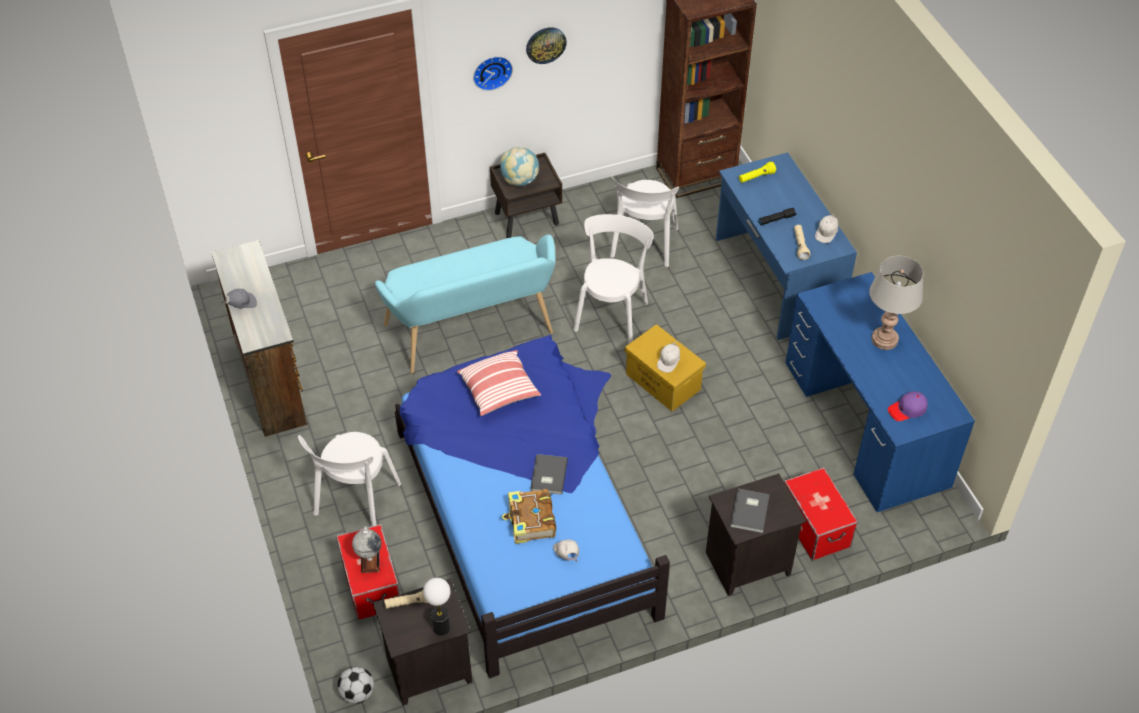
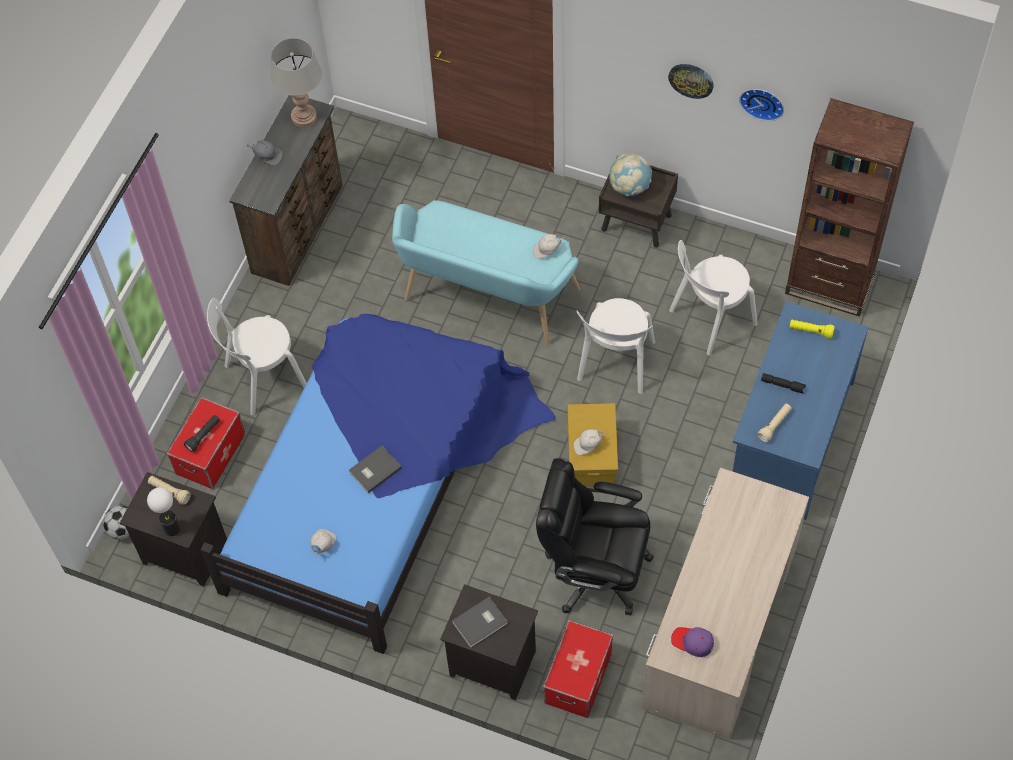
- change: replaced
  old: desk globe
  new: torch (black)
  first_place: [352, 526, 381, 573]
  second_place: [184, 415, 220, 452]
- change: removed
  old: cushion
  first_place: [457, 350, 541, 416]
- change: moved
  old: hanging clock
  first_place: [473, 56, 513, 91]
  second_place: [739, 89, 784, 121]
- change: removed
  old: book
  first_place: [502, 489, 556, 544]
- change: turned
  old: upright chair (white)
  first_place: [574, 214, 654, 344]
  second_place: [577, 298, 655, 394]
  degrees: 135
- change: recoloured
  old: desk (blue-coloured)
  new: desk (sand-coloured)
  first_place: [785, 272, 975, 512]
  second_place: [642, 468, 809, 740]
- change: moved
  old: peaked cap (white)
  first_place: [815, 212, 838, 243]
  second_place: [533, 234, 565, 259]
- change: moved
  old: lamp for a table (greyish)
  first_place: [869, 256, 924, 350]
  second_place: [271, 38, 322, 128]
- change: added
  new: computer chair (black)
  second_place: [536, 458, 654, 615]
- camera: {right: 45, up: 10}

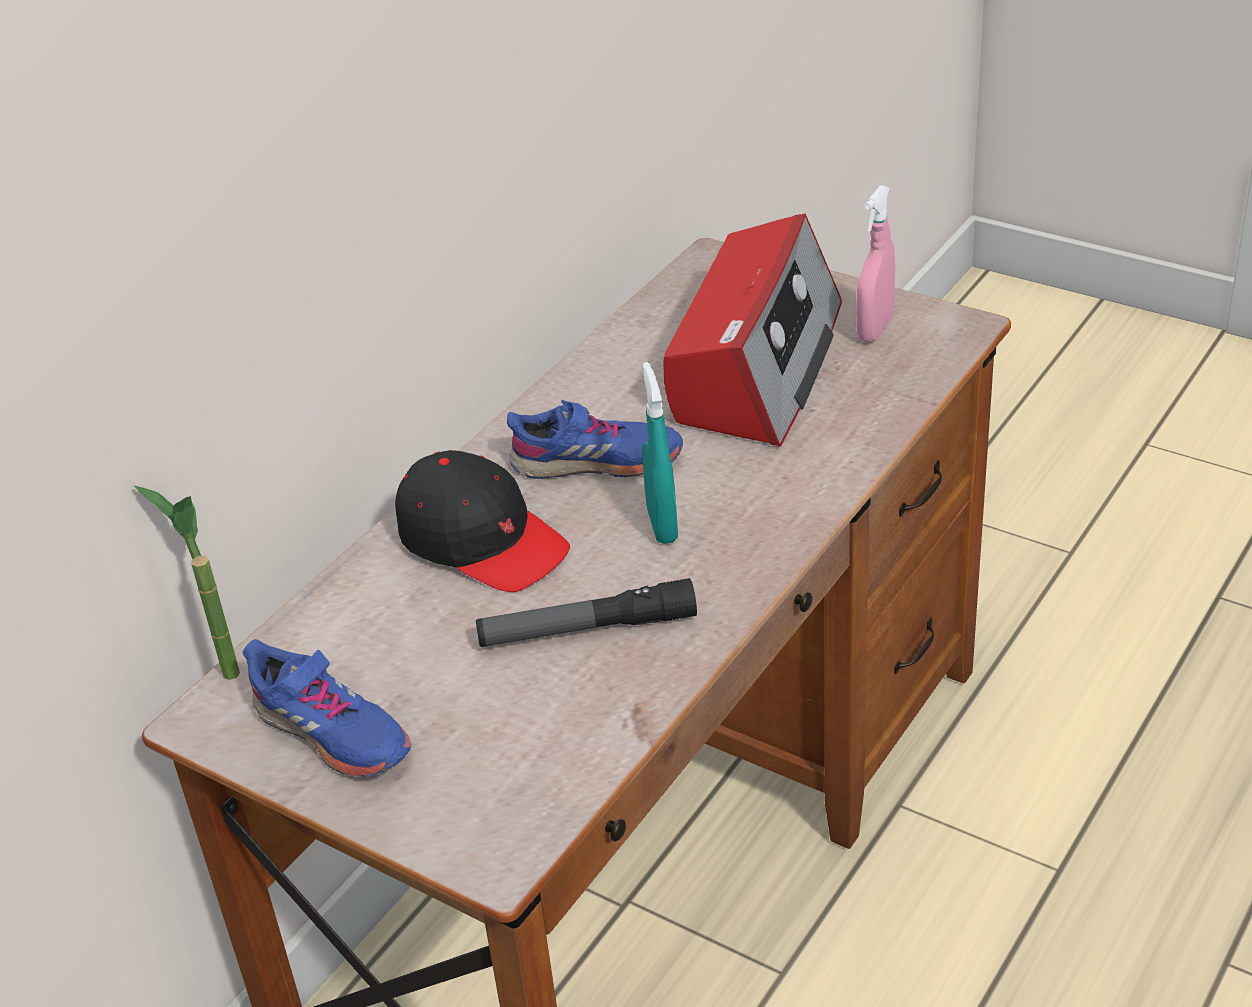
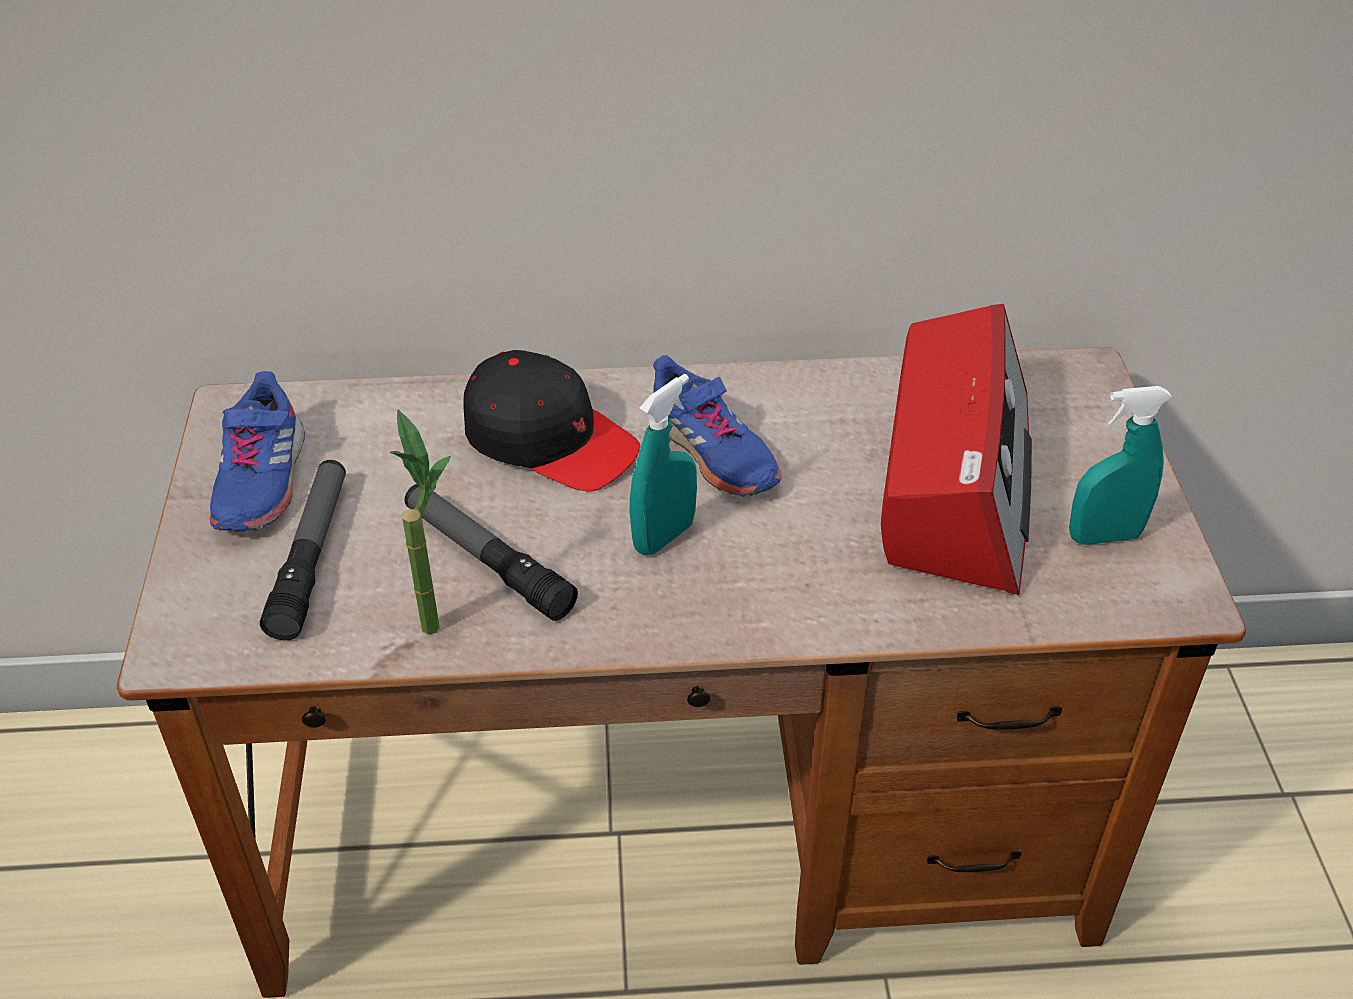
- change: moved
  old: plant in a pot
  first_place: [134, 486, 240, 680]
  second_place: [390, 410, 451, 635]
- change: turned
  old: peaked cap (black)
  first_place: [395, 450, 570, 592]
  second_place: [463, 350, 640, 492]
  degrees: -60
- change: turned
  old: radio set
  first_place: [663, 214, 842, 447]
  second_place: [881, 304, 1032, 595]
  degrees: -60
- change: recoloured
  old: sprayer (pink)
  new: sprayer (turquoise-coloured)
  first_place: [856, 185, 895, 342]
  second_place: [1069, 386, 1172, 545]
- change: added
  new: torch
  second_place: [260, 460, 346, 640]
- camera: {right: 50, up: 5}

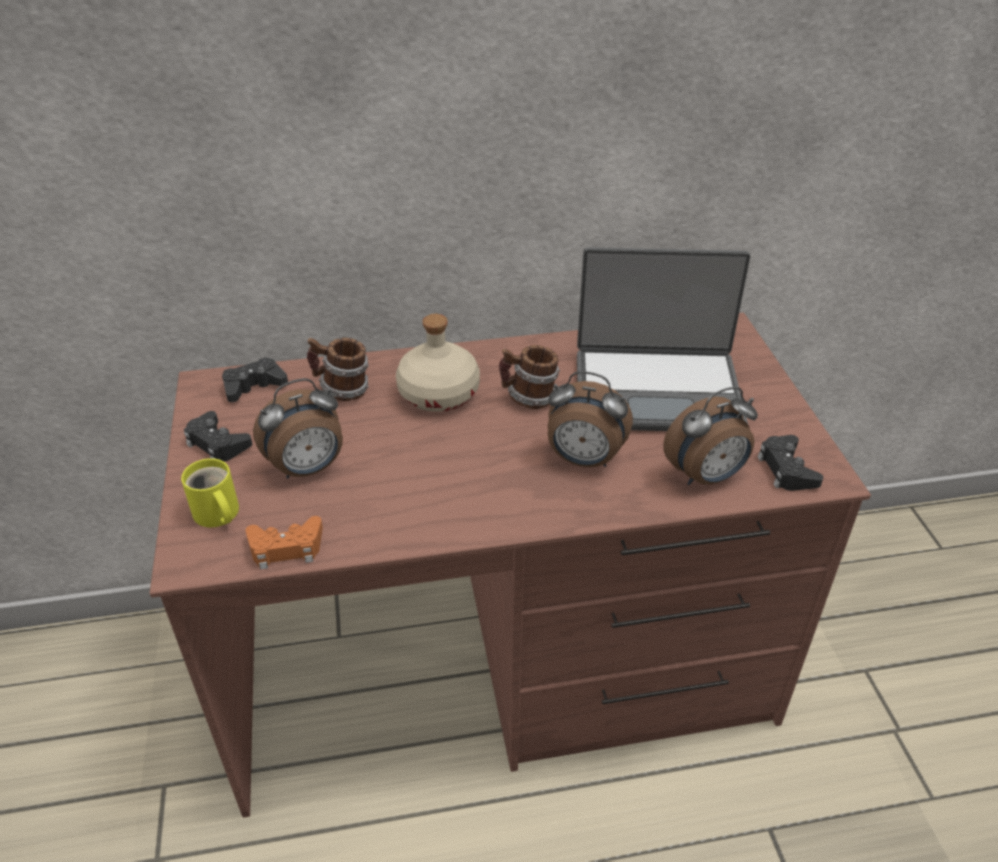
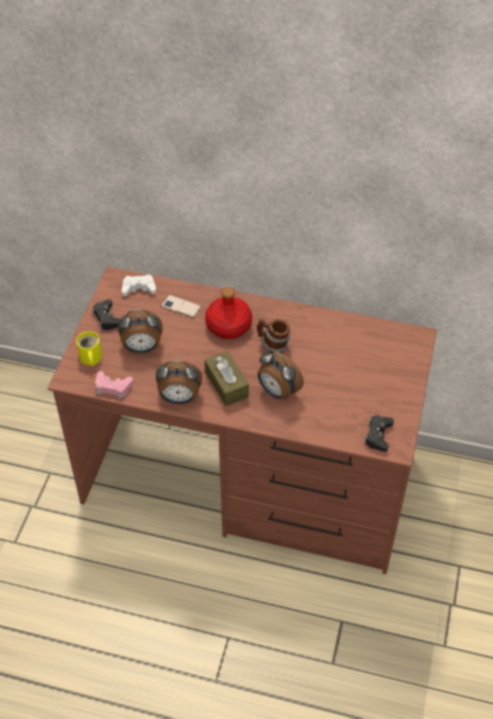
- change: recoloured
  old: gamepad (black)
  new: gamepad (white)
  first_place: [222, 357, 288, 402]
  second_place: [122, 275, 156, 296]
- change: recoloured
  old: gamepad (orangey)
  new: gamepad (pink)
  first_place: [245, 516, 323, 570]
  second_place: [95, 371, 133, 399]
- change: replaced
  old: coffee mug
  new: phone
  first_place: [307, 338, 369, 401]
  second_place: [161, 295, 201, 318]
- change: recoloured
  old: drink bottle (sand-coloured)
  new: drink bottle (red-coloured)
  first_place: [396, 314, 480, 412]
  second_place: [205, 287, 252, 339]
- change: removed
  old: portable computer
  first_place: [577, 247, 750, 431]
- change: moved
  old: bedside clock
  first_place: [663, 387, 758, 485]
  second_place: [156, 360, 202, 404]
- change: added
  new: tissue box (brown)
  second_place: [205, 351, 249, 406]
- camera: {right: 25, up: 10}

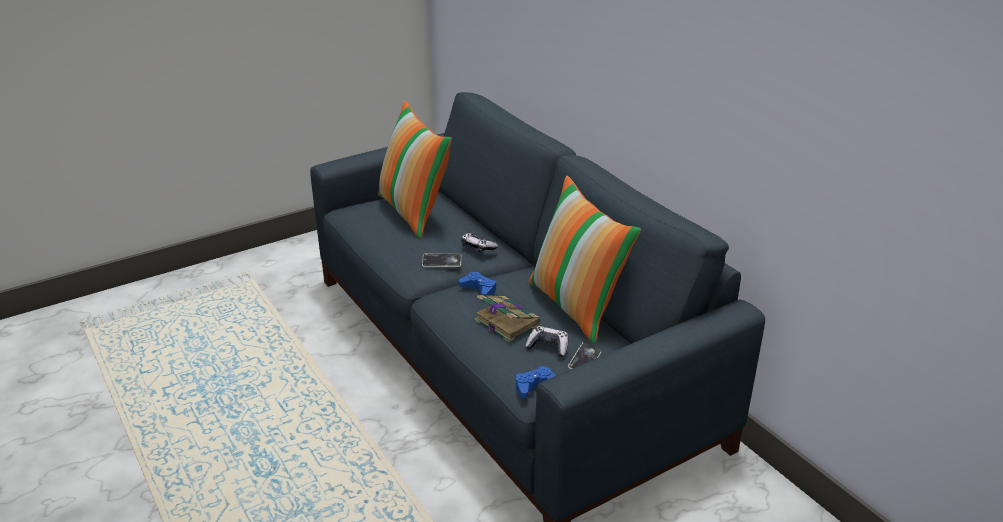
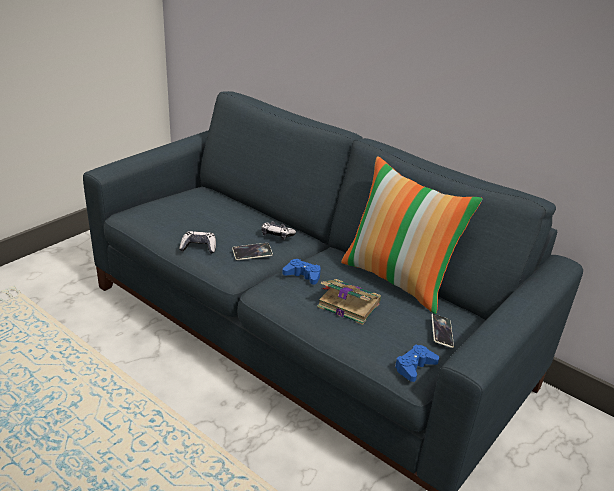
- change: removed
  old: cushion
  first_place: [378, 101, 452, 239]
- change: moved
  old: gamepad
  first_place: [525, 326, 568, 357]
  second_place: [179, 231, 216, 254]
- camera: {right: -20, up: 0}

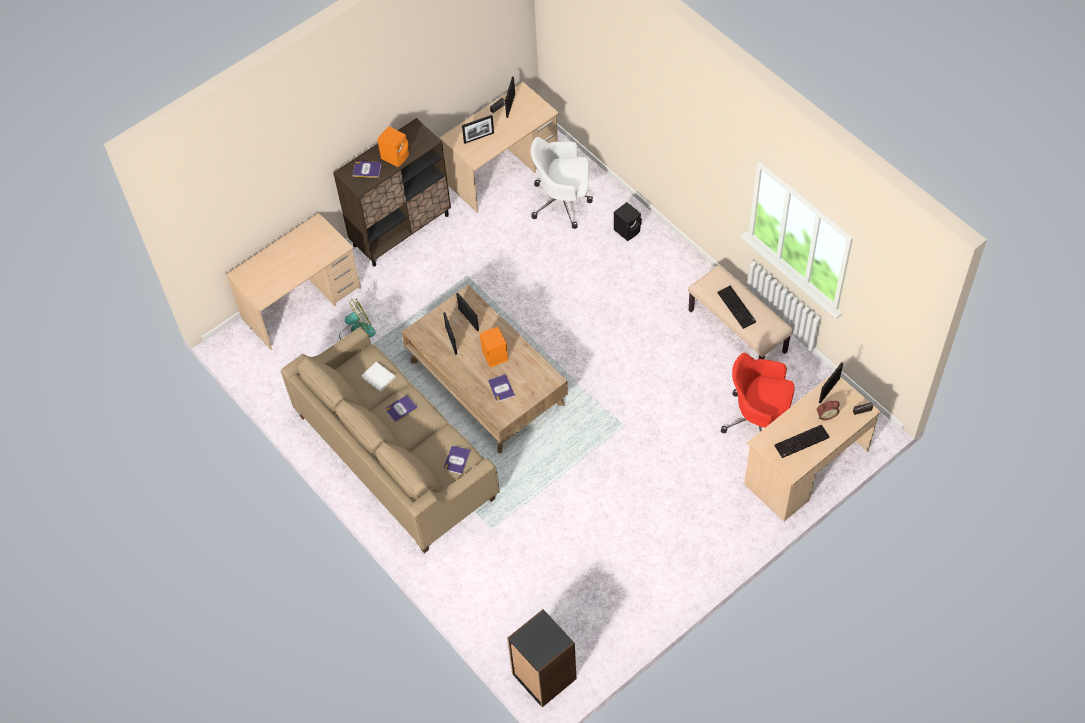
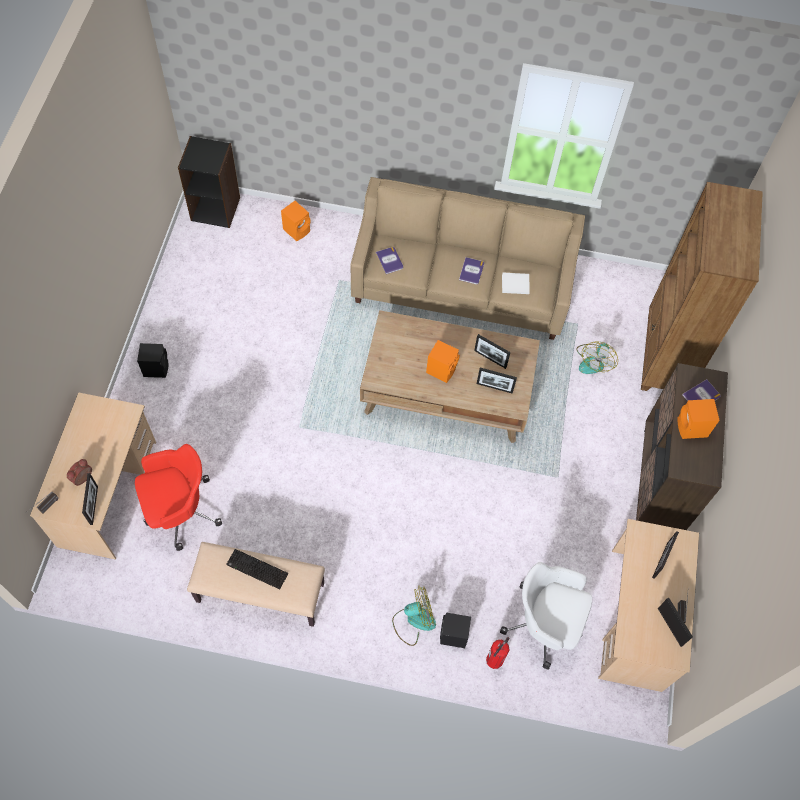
- change: replaced
  old: desk (sand-coloured)
  new: bookshelf (brown)
  first_place: [226, 213, 361, 350]
  second_place: [641, 182, 763, 391]
- change: removed
  old: book
  first_place: [488, 374, 515, 402]
- change: turned
  old: computer chair (white)
  first_place: [530, 137, 593, 229]
  second_place: [500, 562, 592, 670]
  degrees: -120
- change: removed
  old: keyboard
  first_place: [774, 425, 830, 458]
- change: added
  new: speaker (black)
  second_place: [137, 343, 168, 378]
- change: added
  new: speaker (orangey)
  second_place: [281, 201, 311, 241]
- change: added
  new: cooling fan
  second_place: [392, 586, 436, 646]
- change: added
  new: fire extinguisher
  second_place: [486, 637, 509, 669]
- camera: {right: 135, up: 5}

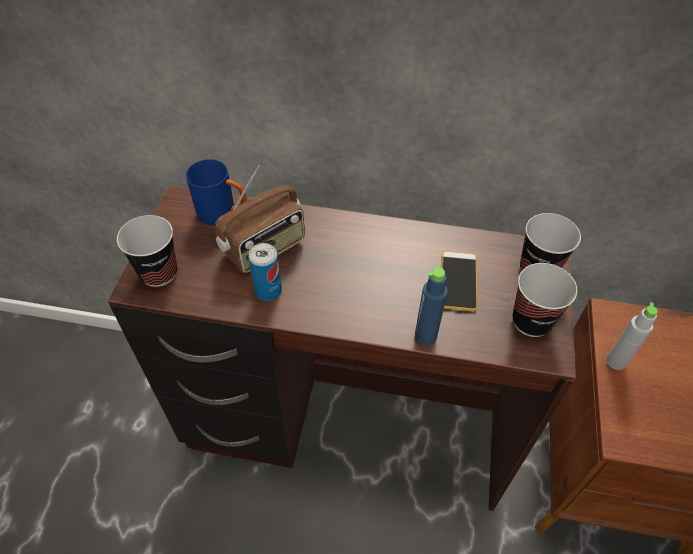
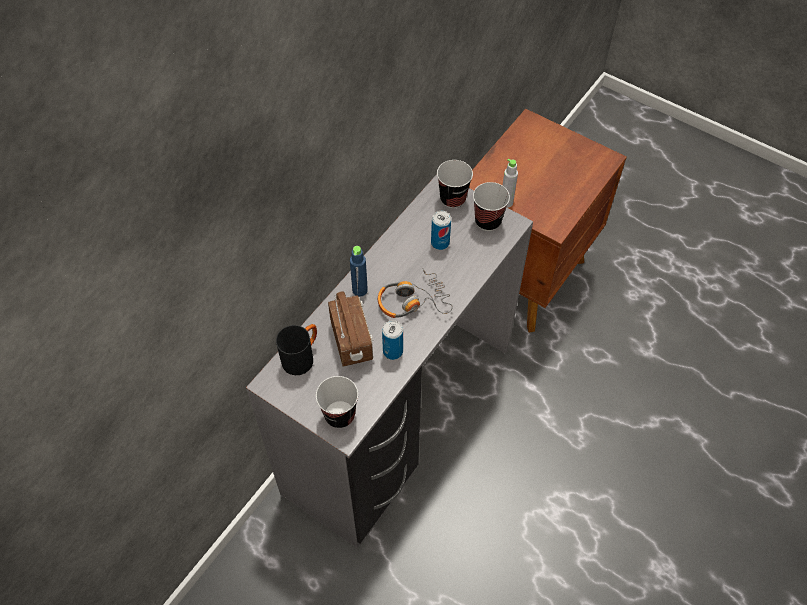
- change: recoloured
  old: desk (brown)
  new: desk (greyish)
  first_place: [108, 186, 576, 511]
  second_place: [246, 174, 533, 548]
- change: recoloured
  old: coffee mug (blue-coloured)
  new: coffee mug (black)
  first_place: [186, 159, 247, 226]
  second_place: [276, 324, 317, 375]
- change: moved
  old: drink bottle (blue-coloured)
  first_place: [415, 268, 448, 345]
  second_place: [350, 246, 368, 297]
- change: replaced
  old: phone
  new: metal can
  first_place: [441, 251, 478, 311]
  second_place: [431, 211, 451, 250]
- change: added
  new: headset
  second_place: [378, 269, 453, 318]
- camera: {right: -65, up: 5}

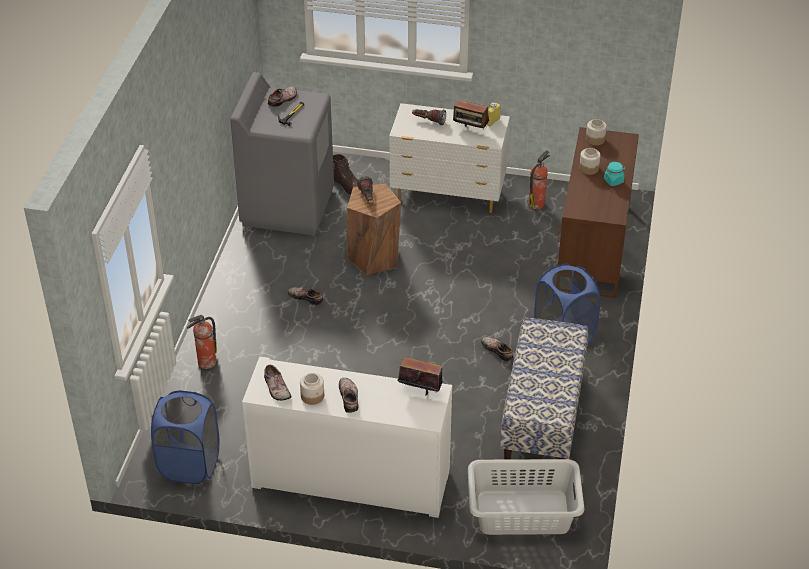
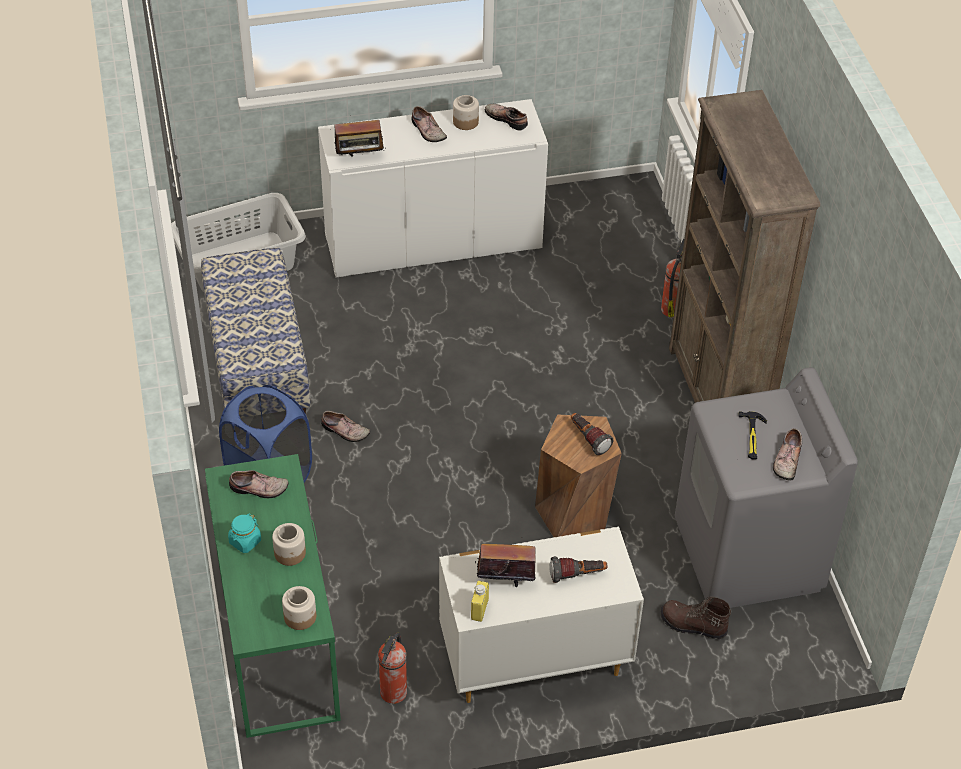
- change: removed
  old: washing basket (blue-coloured)
  first_place: [151, 390, 219, 484]
- change: moved
  old: item of footwear
  first_place: [288, 287, 323, 305]
  second_place: [229, 470, 289, 498]
- change: recoloured
  old: desk (brown)
  new: desk (green-coloured)
  first_place: [557, 127, 639, 298]
  second_place: [205, 454, 341, 738]
- change: added
  new: bookshelf (brown)
  second_place: [669, 90, 820, 403]
- camera: {right: 155, up: 5}

